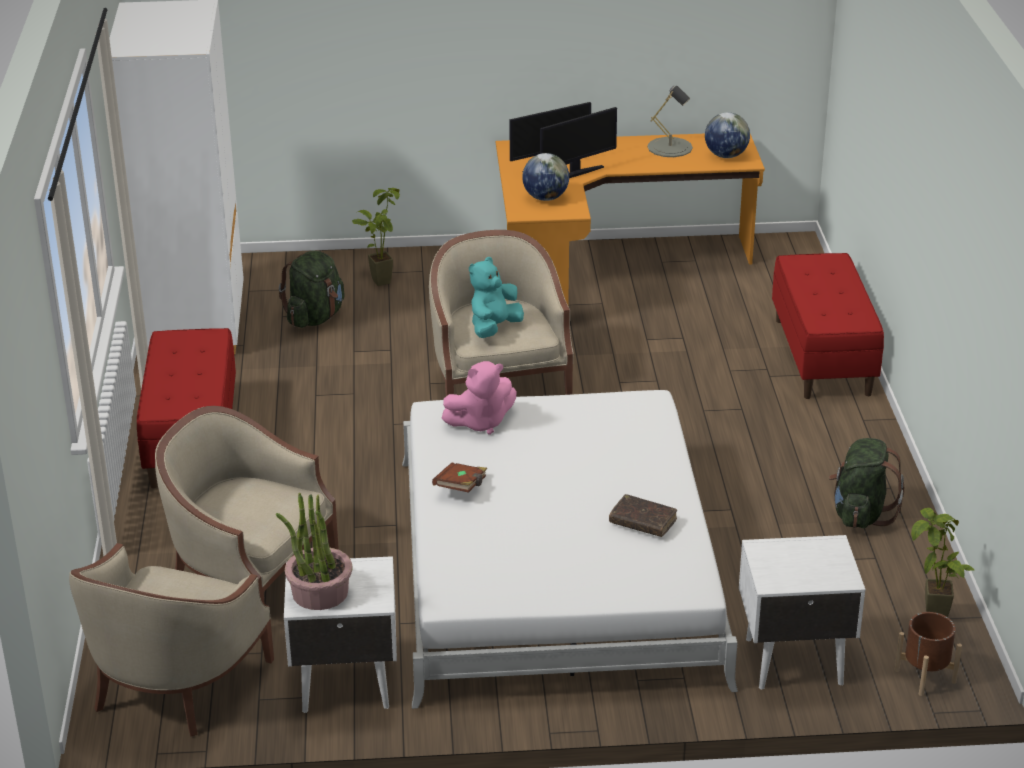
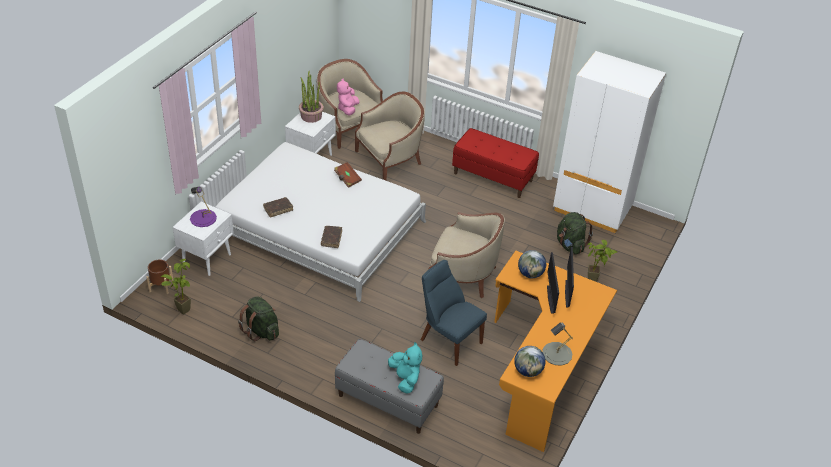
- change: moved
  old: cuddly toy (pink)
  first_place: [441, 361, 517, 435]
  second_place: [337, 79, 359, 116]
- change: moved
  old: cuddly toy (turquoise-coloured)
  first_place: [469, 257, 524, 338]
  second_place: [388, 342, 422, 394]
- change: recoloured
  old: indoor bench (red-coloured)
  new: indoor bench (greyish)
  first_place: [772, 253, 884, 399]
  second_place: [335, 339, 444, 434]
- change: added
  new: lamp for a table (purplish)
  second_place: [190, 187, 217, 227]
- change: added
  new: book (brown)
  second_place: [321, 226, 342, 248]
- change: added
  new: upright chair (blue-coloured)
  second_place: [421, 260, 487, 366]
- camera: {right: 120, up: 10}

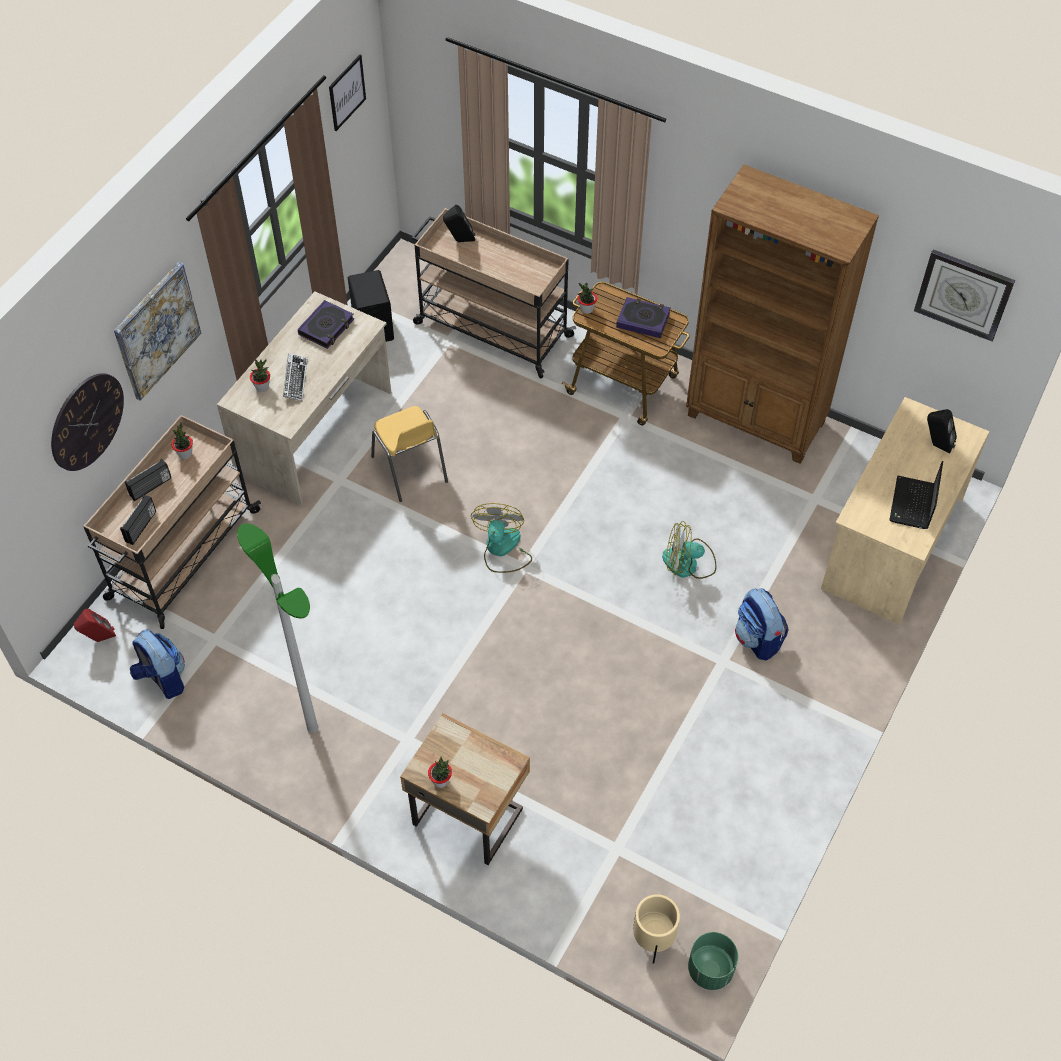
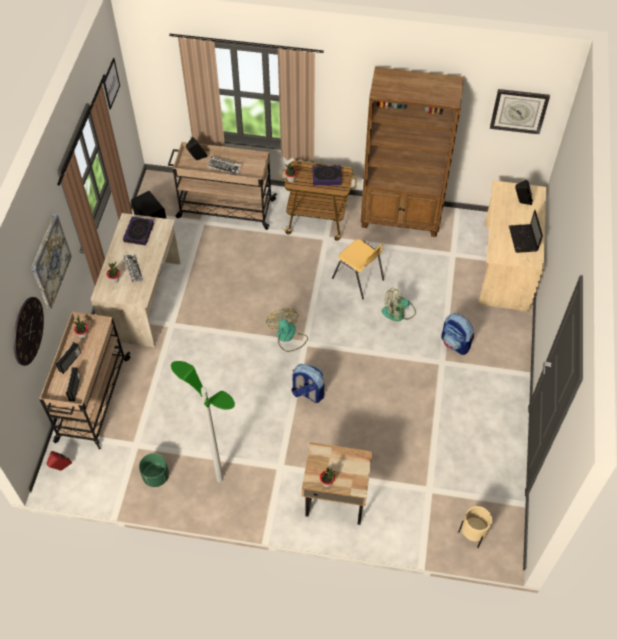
- change: moved
  old: backpack
  first_place: [130, 629, 185, 699]
  second_place: [291, 364, 324, 403]
- change: moved
  old: upright chair (yellow)
  first_place: [371, 406, 448, 502]
  second_place: [332, 239, 384, 299]
- change: moved
  old: flower pot (green-coloured)
  first_place: [688, 932, 738, 990]
  second_place: [139, 453, 169, 487]
- change: added
  new: keyboard
  second_place: [207, 156, 241, 176]
- camera: {right: -20, up: 0}

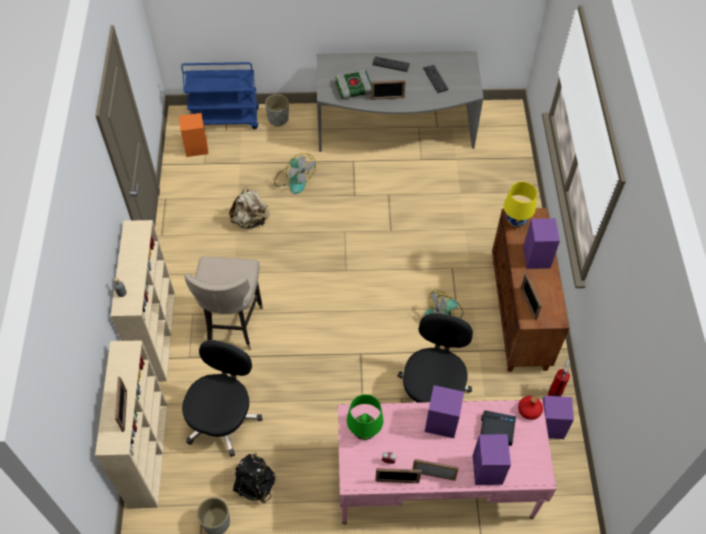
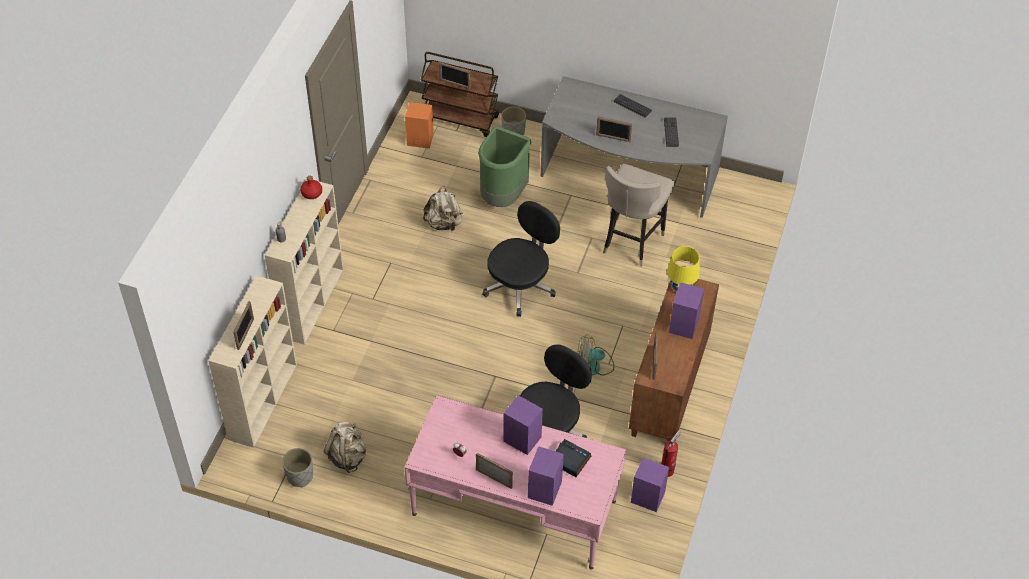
- change: recoloured
  old: cart (blue-coloured)
  new: cart (brown)
  first_place: [181, 62, 259, 129]
  second_place: [421, 52, 499, 137]
- change: moved
  old: computer chair (black)
  first_place: [182, 340, 262, 457]
  second_place: [482, 201, 560, 317]
- change: moved
  old: stool seat (sand-coloured)
  first_place: [184, 256, 263, 350]
  second_place: [603, 164, 674, 266]
- change: recoloured
  old: backpack (black)
  new: backpack (sand-coloured)
  first_place: [233, 454, 275, 503]
  second_place: [324, 422, 366, 473]
- change: replaced
  old: cooling fan
  new: waste bin (green-coloured)
  first_place: [274, 153, 316, 194]
  second_place: [478, 126, 531, 207]
- change: removed
  old: book
  first_place: [335, 70, 372, 99]
- change: removed
  old: lamp for a table (green-coloured)
  first_place: [347, 394, 384, 440]
- change: moved
  old: picture frame
  first_place: [375, 468, 422, 483]
  second_place: [439, 62, 471, 89]
- change: moved
  old: drink bottle (red-coloured)
  first_place: [518, 396, 543, 420]
  second_place: [300, 176, 322, 199]
- camera: {right: 20, up: -5}

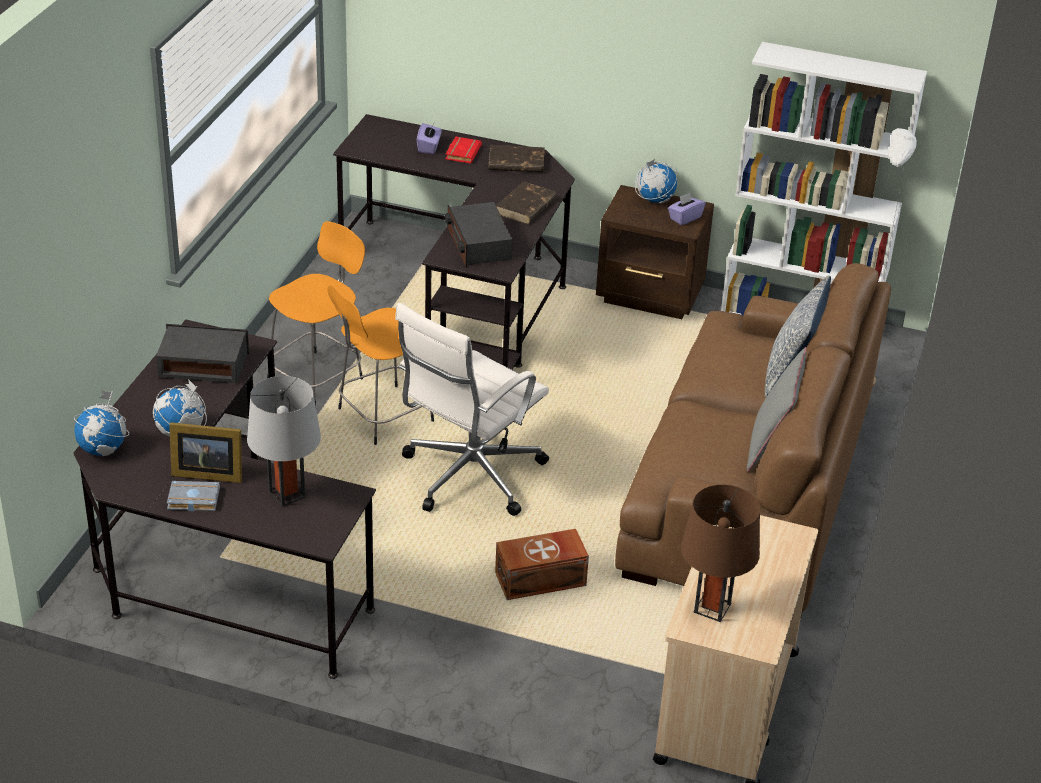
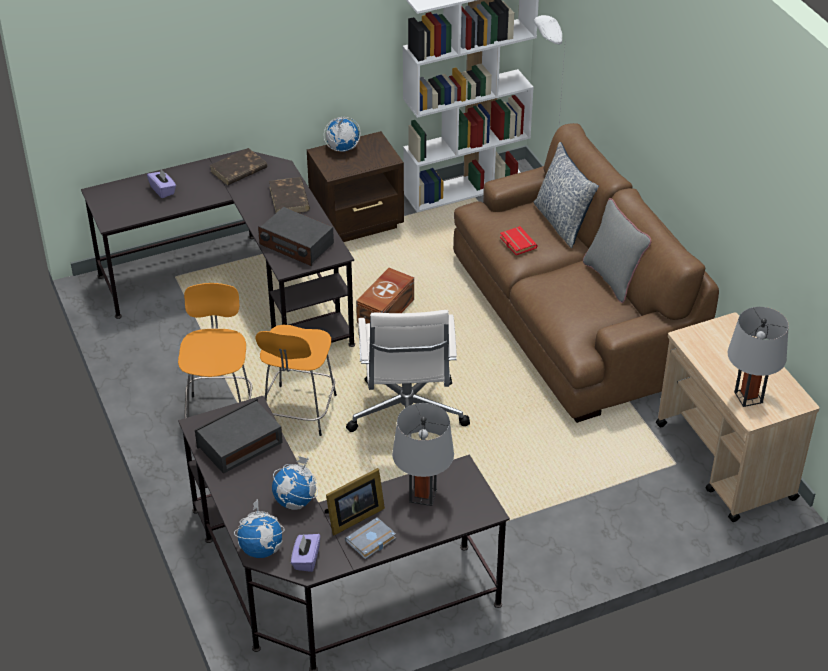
- change: moved
  old: book (red-coloured)
  first_place: [445, 137, 482, 164]
  second_place: [500, 226, 538, 255]
- change: moved
  old: storage container (brown)
  first_place: [495, 529, 589, 600]
  second_place: [356, 268, 414, 324]
- change: moved
  old: tissue box (purplish)
  first_place: [668, 192, 706, 225]
  second_place: [291, 534, 320, 572]
- change: recoloured
  old: lamp for a table (brown)
  new: lamp for a table (greyish)
  first_place: [681, 485, 760, 622]
  second_place: [728, 307, 789, 407]
- camera: {right: -40, up: 5}

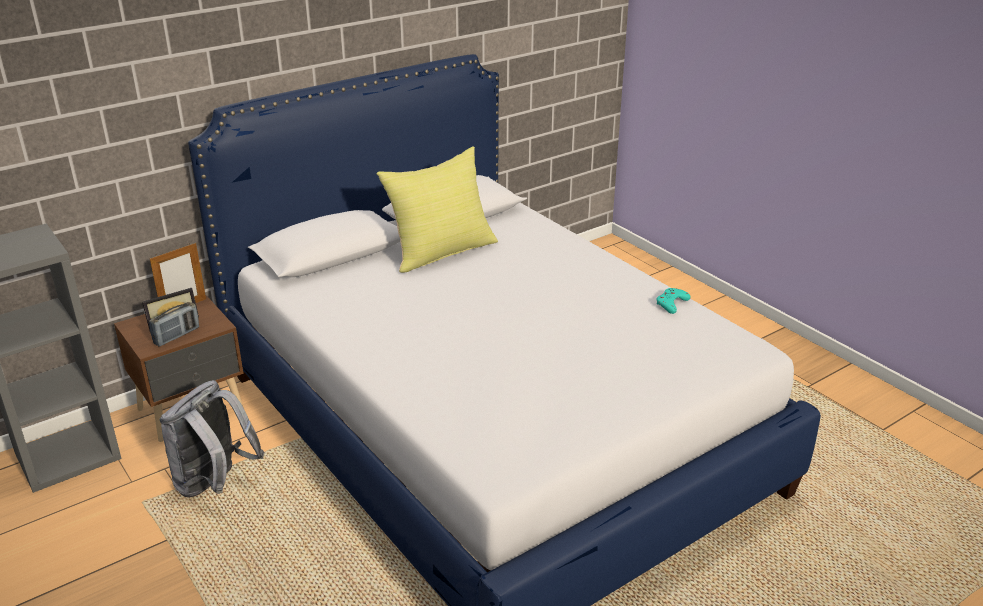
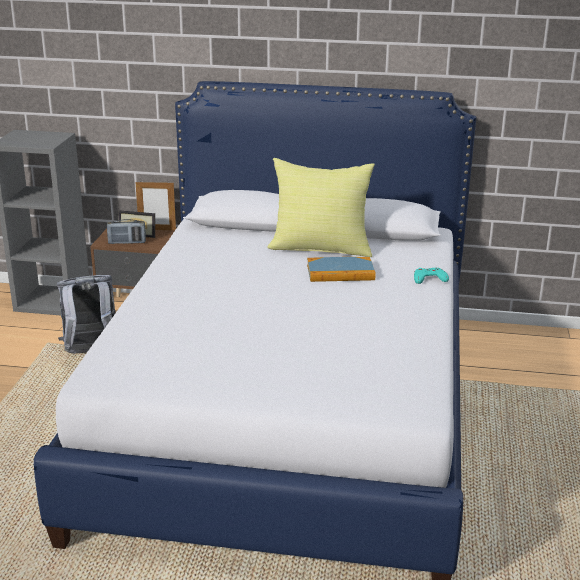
- change: moved
  old: gamepad (turquoise-coloured)
  first_place: [656, 288, 691, 314]
  second_place: [414, 268, 449, 284]
- change: added
  new: book
  second_place: [307, 257, 376, 282]
- camera: {right: 45, up: -5}

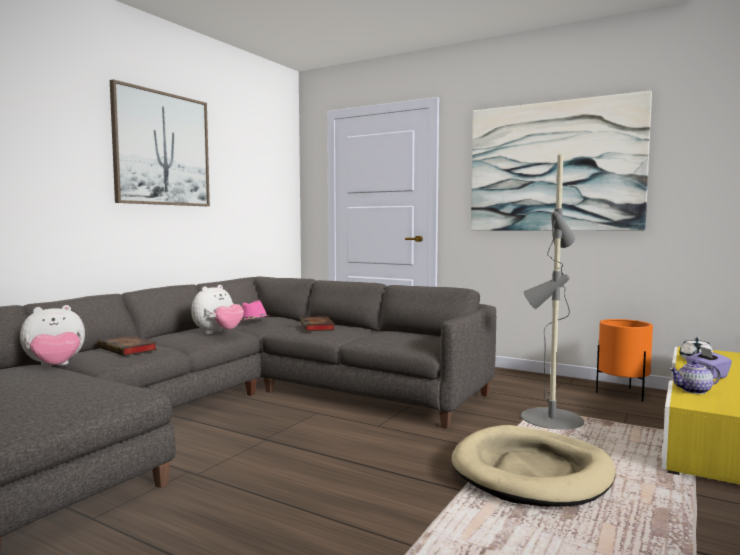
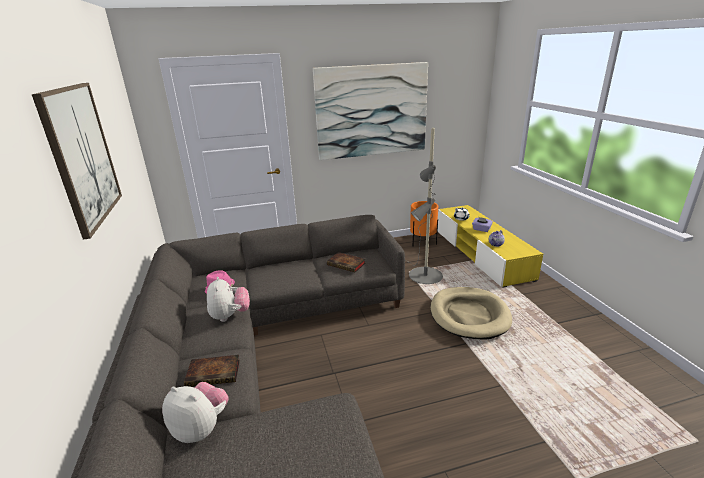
- change: turned
  old: cuddly toy
  first_place: [20, 305, 85, 367]
  second_place: [162, 382, 229, 443]
  degrees: -75
- change: moved
  old: book
  first_place: [300, 316, 335, 331]
  second_place: [327, 252, 366, 273]
- camera: {right: -45, up: 20}

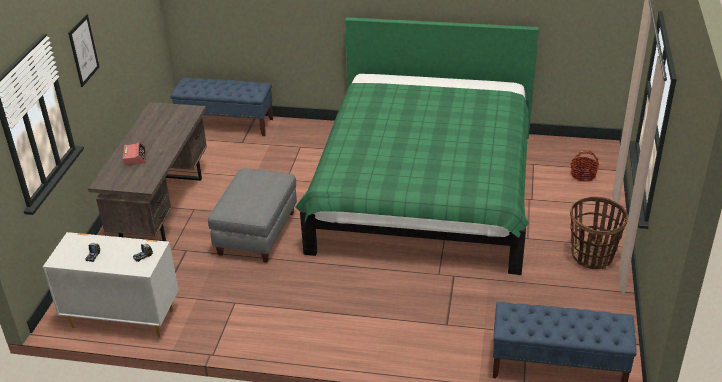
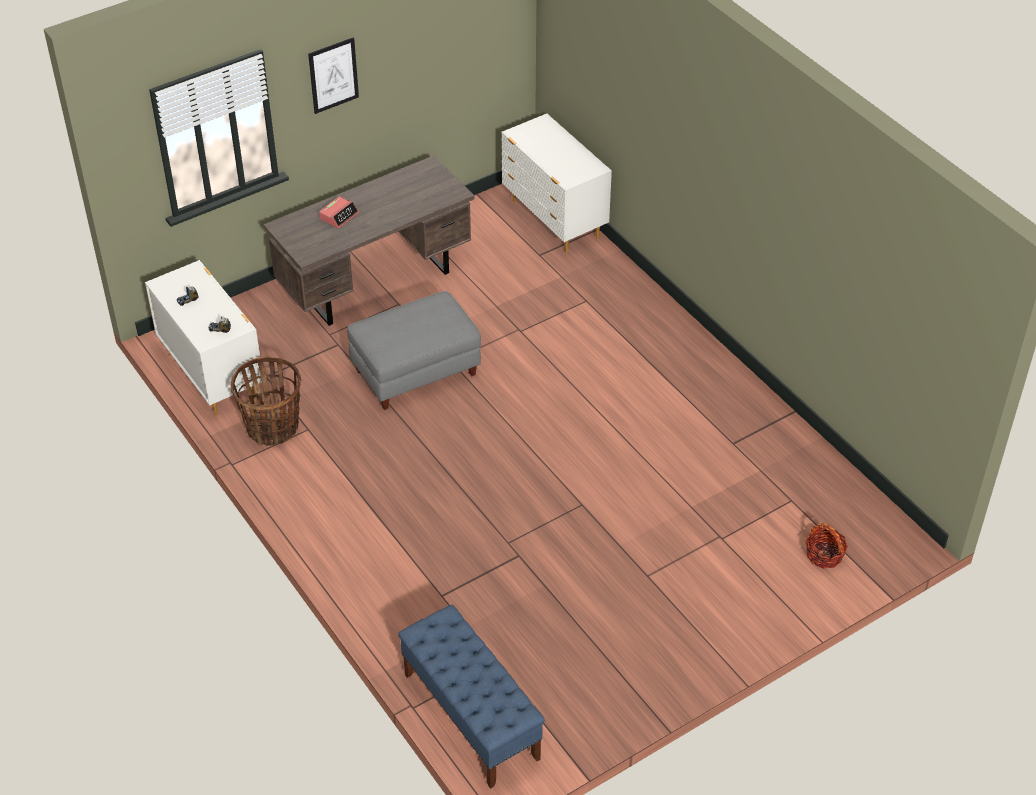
- change: replaced
  old: indoor bench (blue-coloured)
  new: drawer chest (white)
  first_place: [171, 78, 273, 136]
  second_place: [502, 114, 612, 253]
- change: removed
  old: bedroom bed (green-coloured)
  first_place: [295, 17, 539, 275]
- change: moved
  old: household basket
  first_place: [570, 197, 628, 269]
  second_place: [231, 357, 301, 446]
- camera: {right: 45, up: 10}

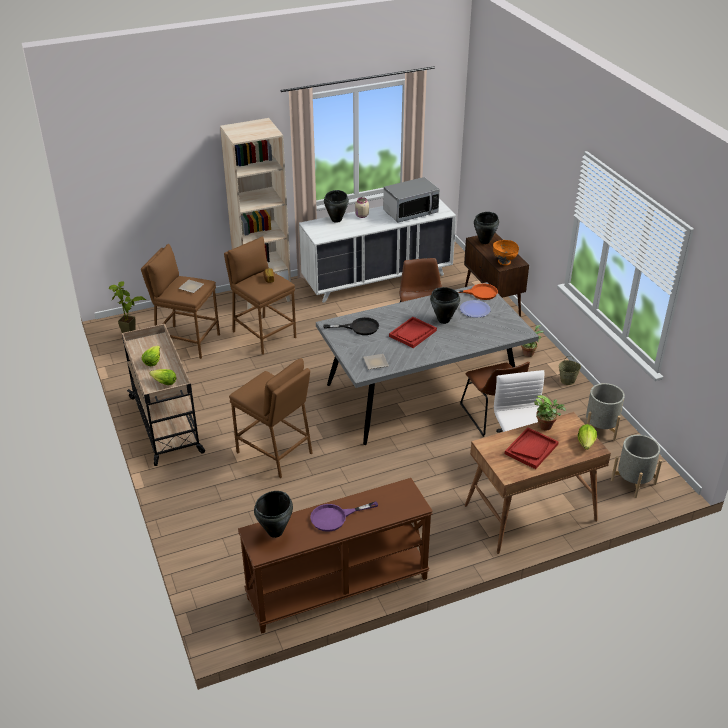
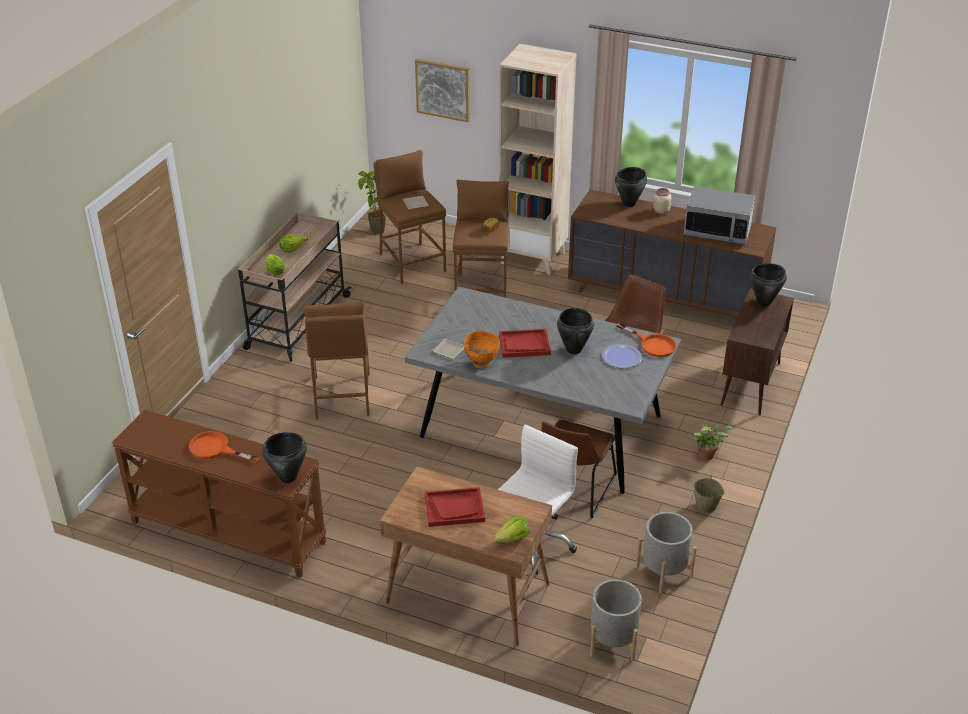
- change: moved
  old: stockpot (black)
  first_place: [254, 491, 293, 538]
  second_place: [262, 432, 307, 483]
- change: recoloured
  old: drawer chest (white)
  new: drawer chest (brown)
  first_place: [299, 198, 456, 303]
  second_place: [568, 189, 776, 321]
- change: recoloured
  old: frying pan (purplish)
  new: frying pan (orangey)
  first_place: [310, 501, 378, 532]
  second_place: [189, 431, 259, 463]
- change: removed
  old: frying pan (black)
  first_place: [323, 317, 379, 335]
- change: moved
  old: deep dish (orangey)
  first_place: [493, 240, 519, 265]
  second_place: [464, 331, 500, 369]
- change: removed
  old: plant in a pot
  first_place: [534, 395, 566, 430]
- change: added
  new: wall picture
  second_place: [415, 59, 470, 122]
- camera: {right: 45, up: 0}

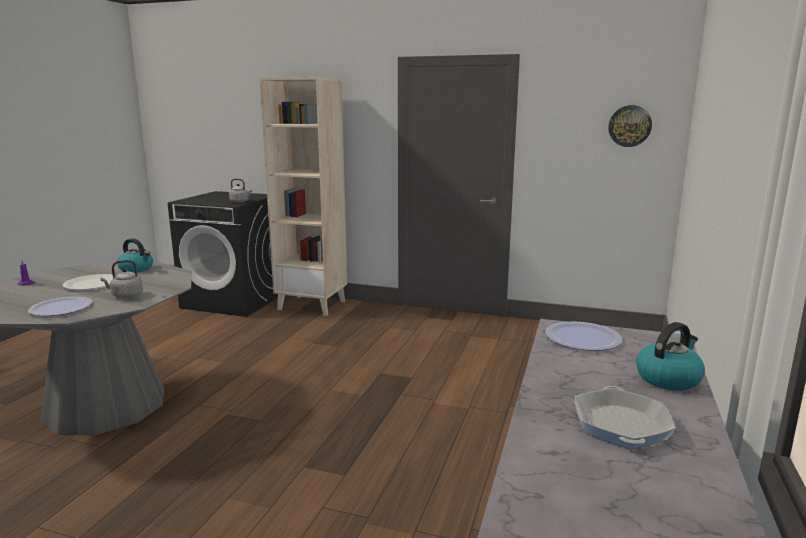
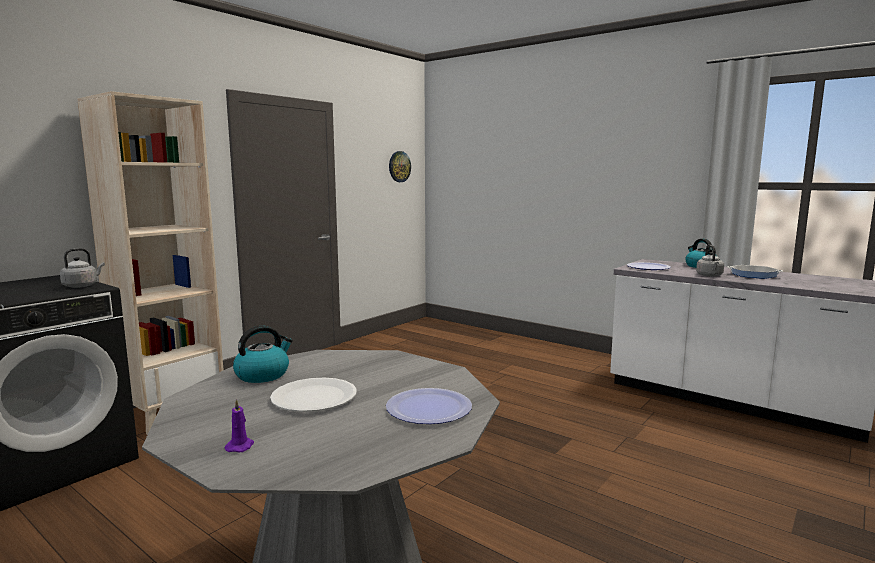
- change: moved
  old: tea kettle (greyish)
  first_place: [100, 260, 143, 298]
  second_place: [696, 245, 724, 277]
- camera: {right: -70, up: -5}

